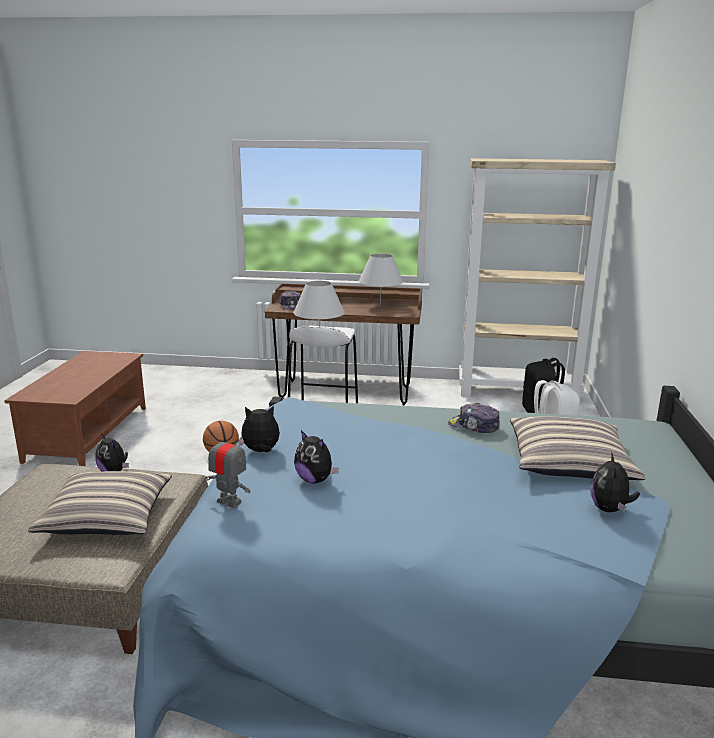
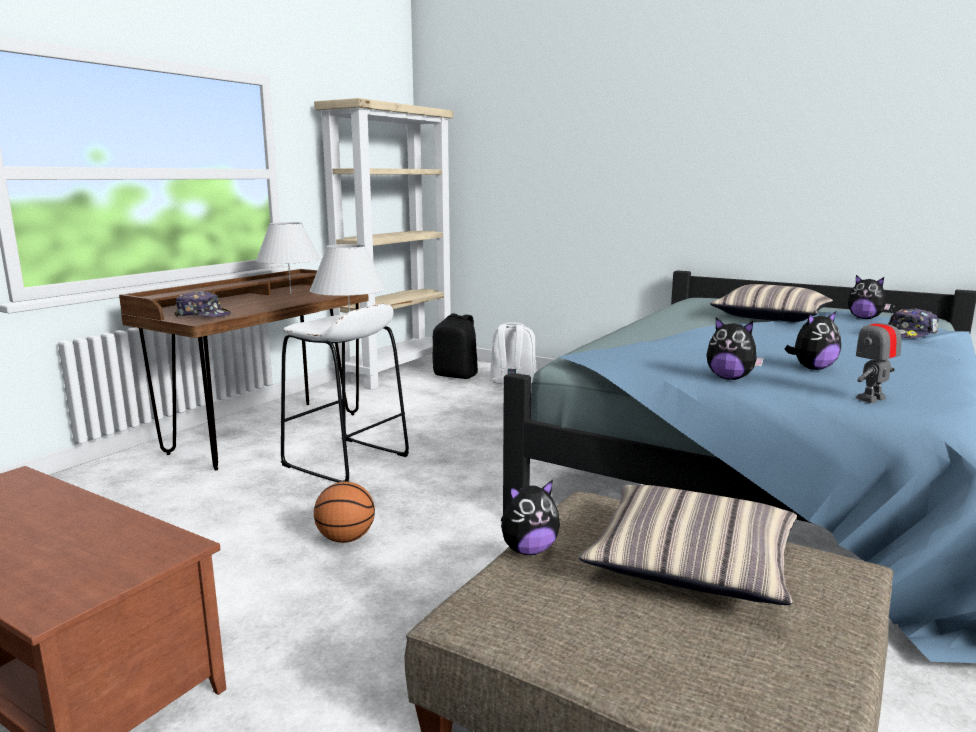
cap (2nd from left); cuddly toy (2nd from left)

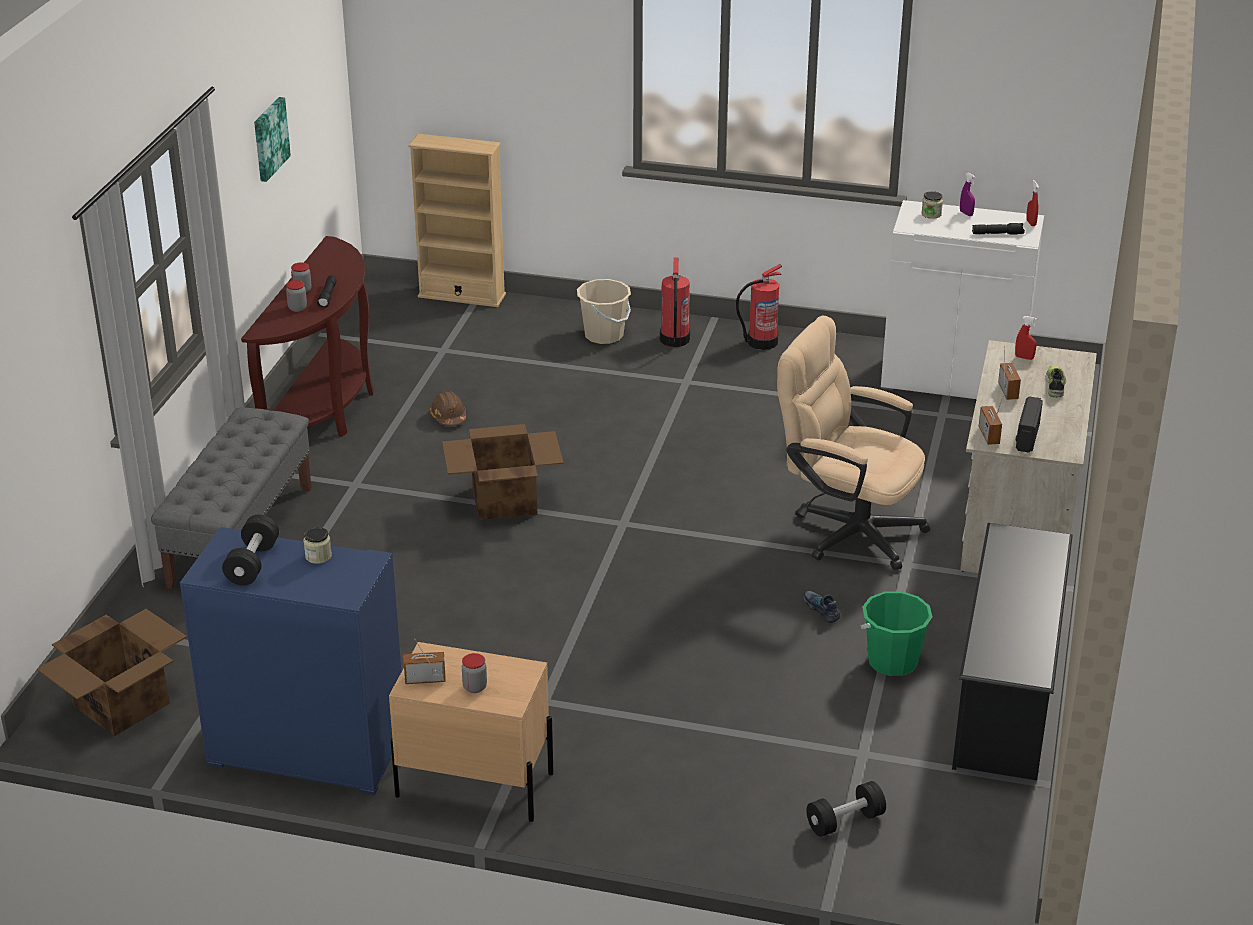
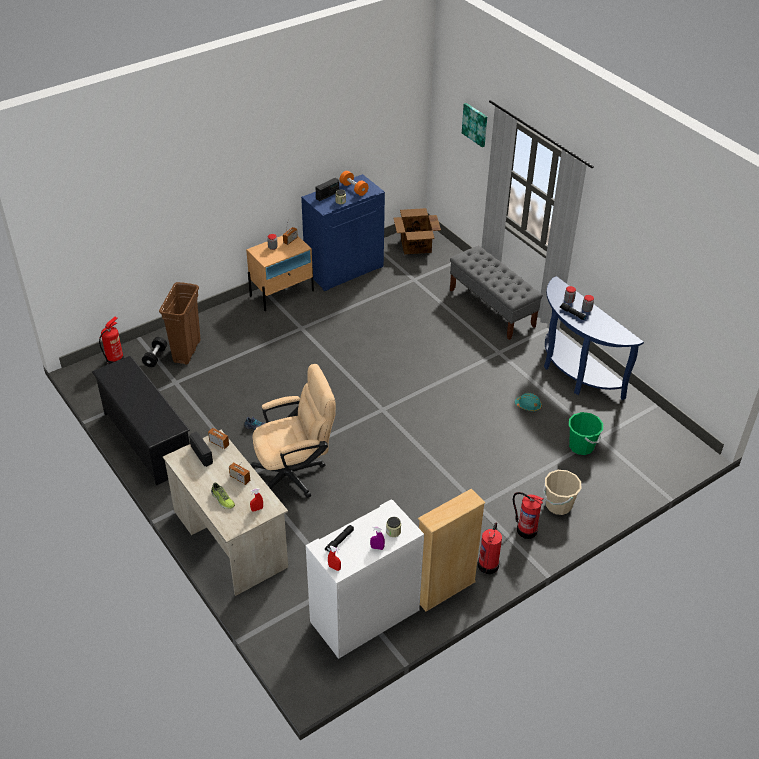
wall picture; beige shelving unit; blue-coloured narrow table; turquoise work helmet; packing box (2nd from left in the first image); orangey free weight; green-coloured pail; radio set (5th from left); brown-coloured waste bin; fire-fighting cylinder (1st from left)

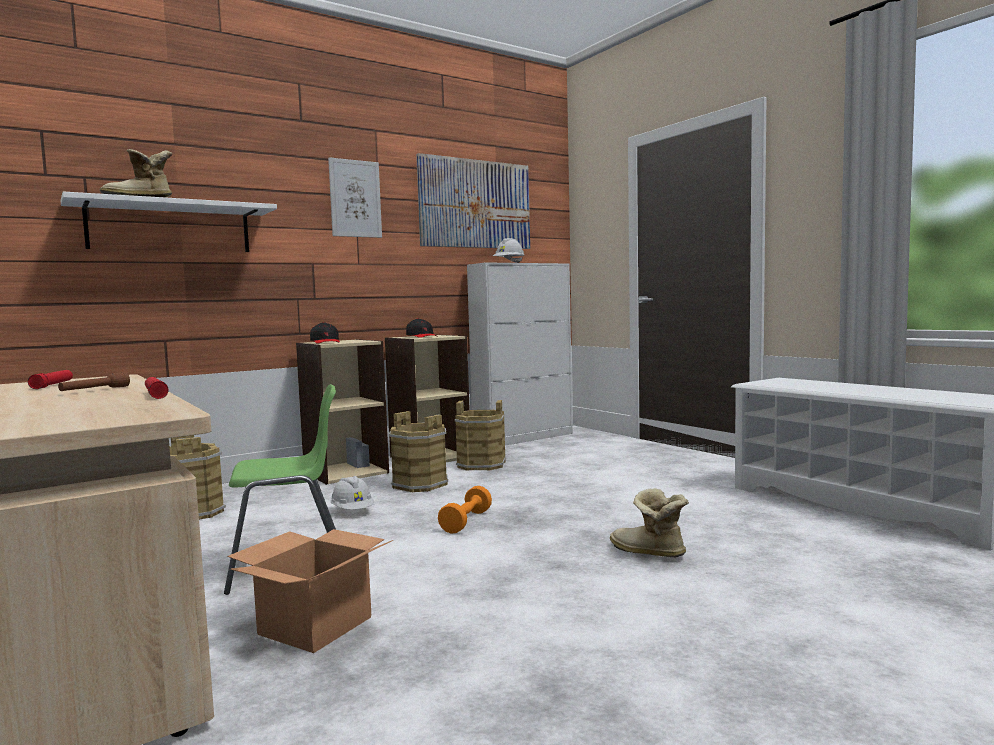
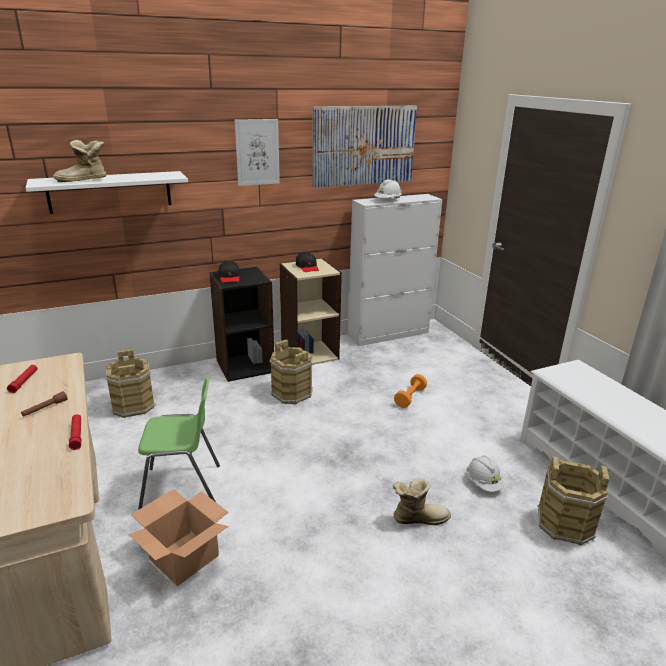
blackish shelving unit; brown-coloured pail (3rd from left); white work helmet (2nd from left); orangey free weight; boot (2nd from left)

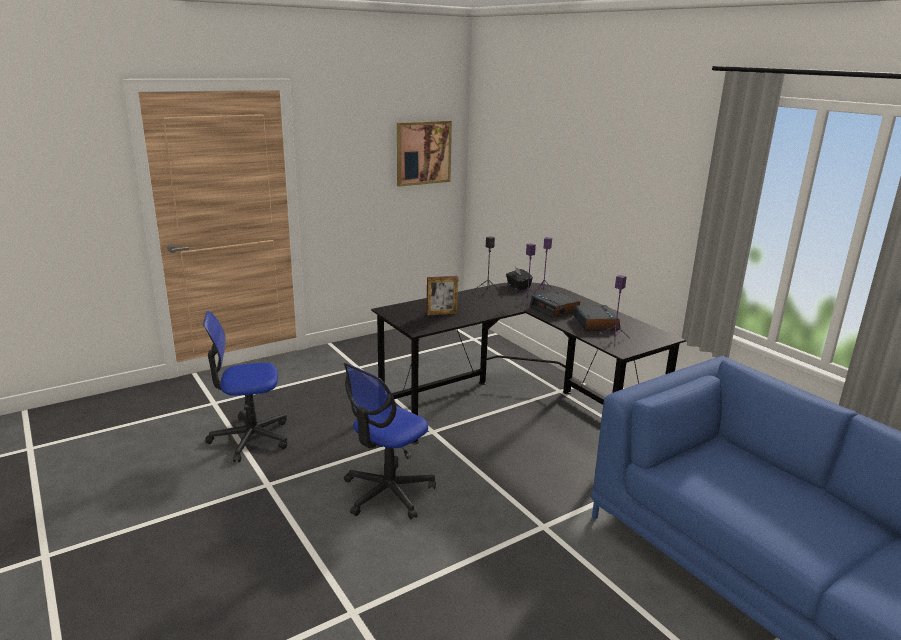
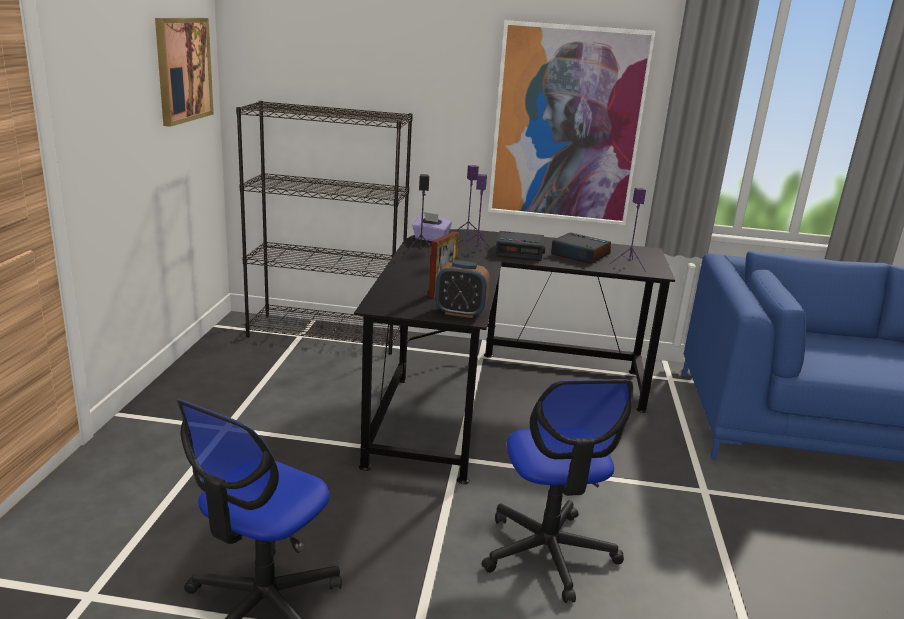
purple tissue box; wall picture (2nd from left); blackish shelving unit; alarm clock (1st from left)

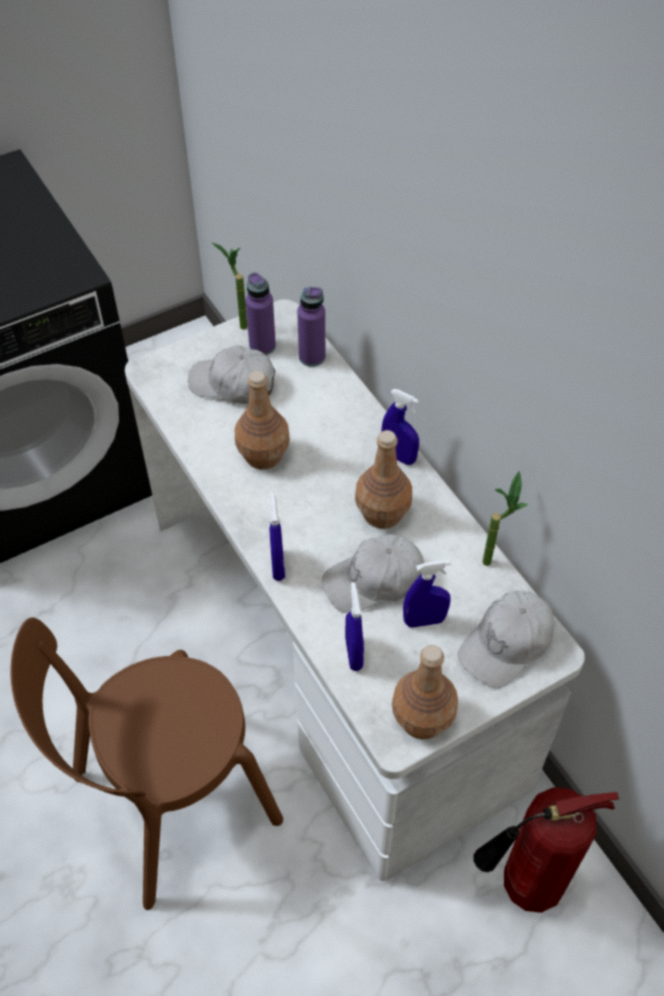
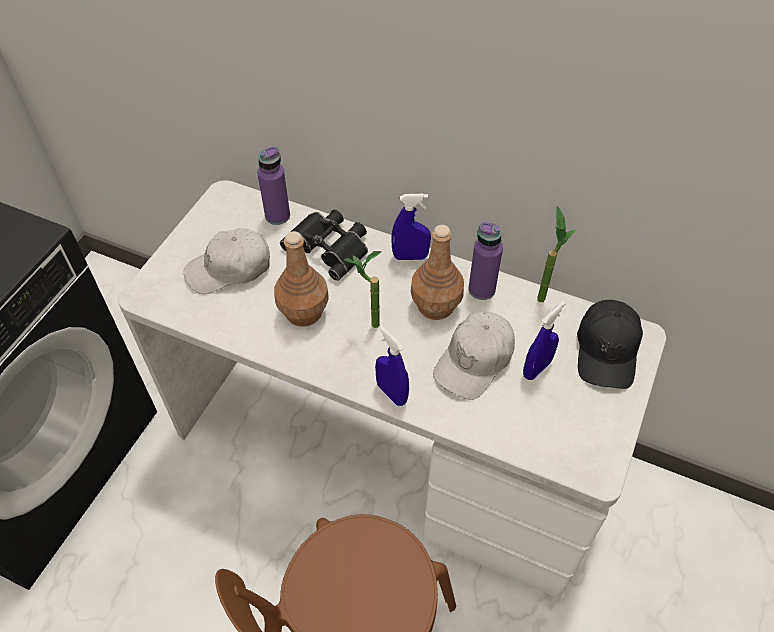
potted plant (1st from left); purple drink bottle (2nd from left); blue-coloured sprayer (2nd from left in the first image); blackish cap; brown-coloured drink bottle (3rd from left in the first image); fire-fighting cylinder; blackish pair of binoculars

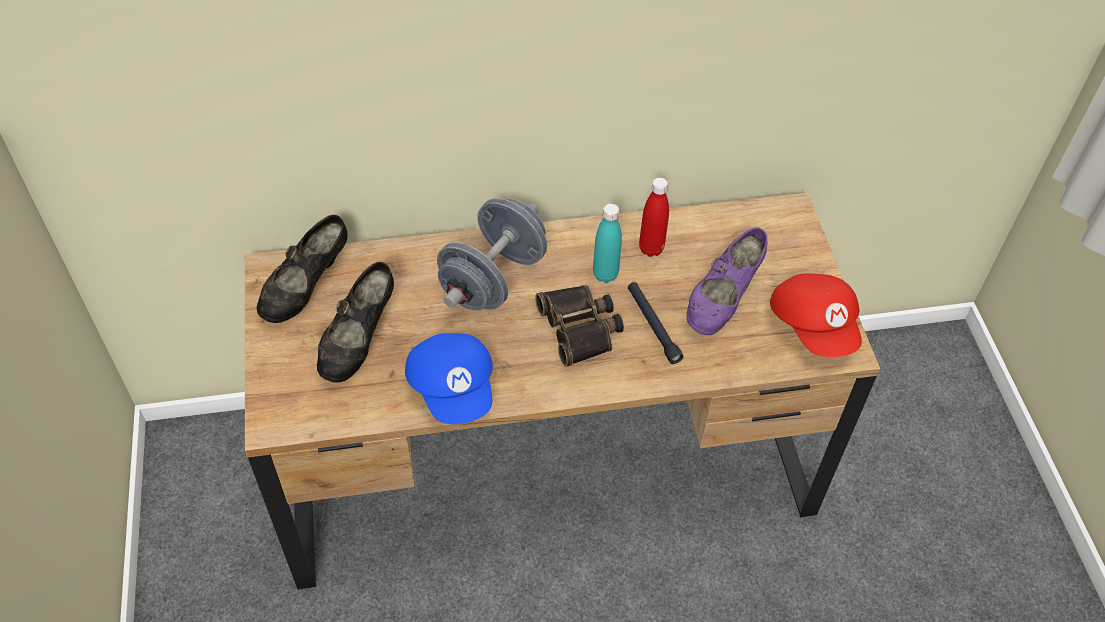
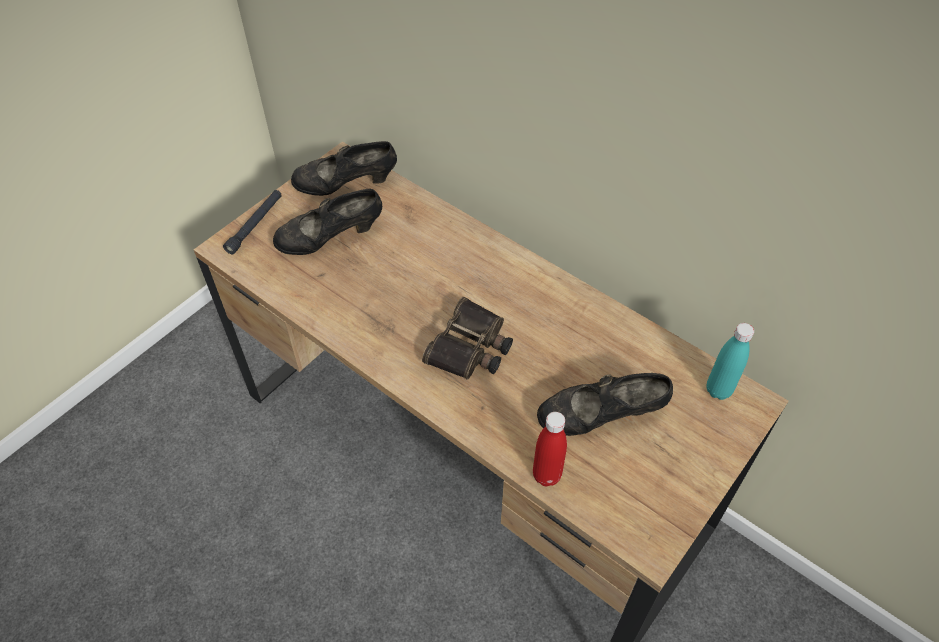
red-coloured drink bottle; gray free weight; turquoise drink bottle; blackish shoe (3rd from left); red-coloured cap; blackish flashlight; blue-coloured cap

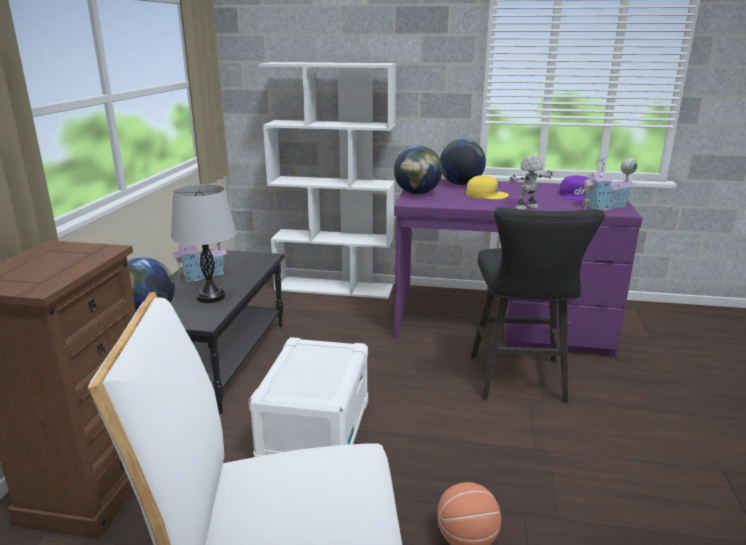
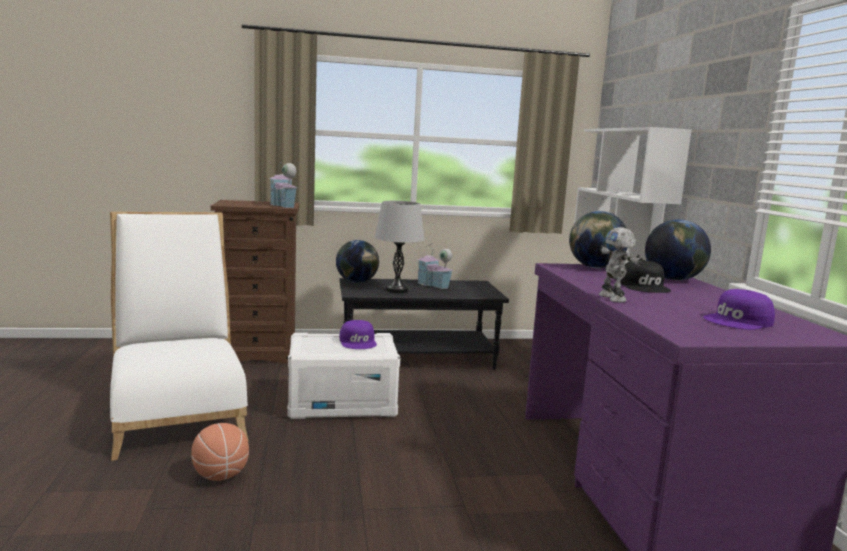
robot figure; miniature house (1st from left); blackish cap; blackish stool; purple cap (1st from left)

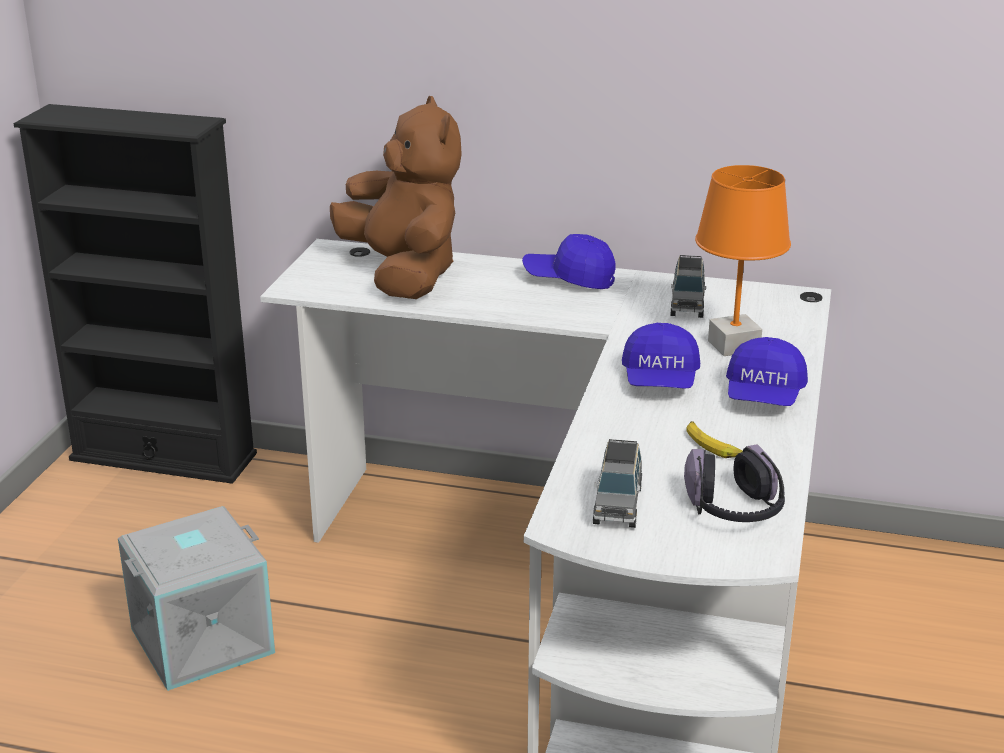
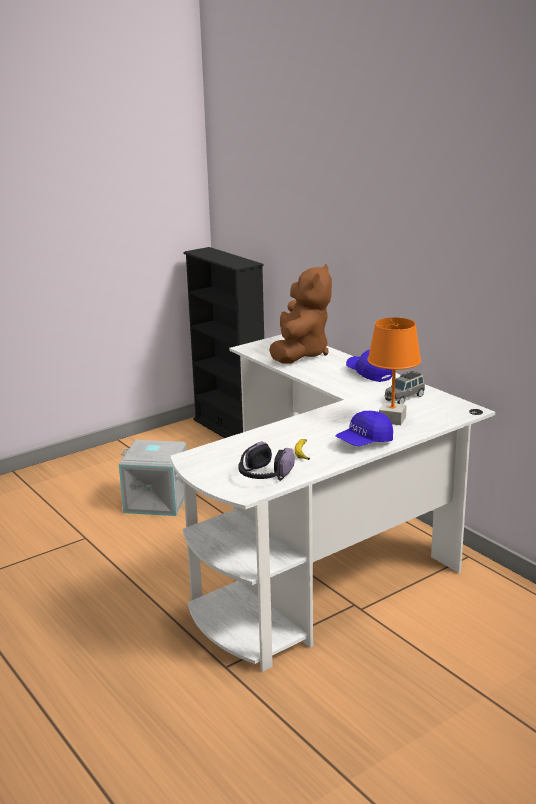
blue-coloured cap (2nd from left in the first image); gray miniature car (1st from left in the first image)

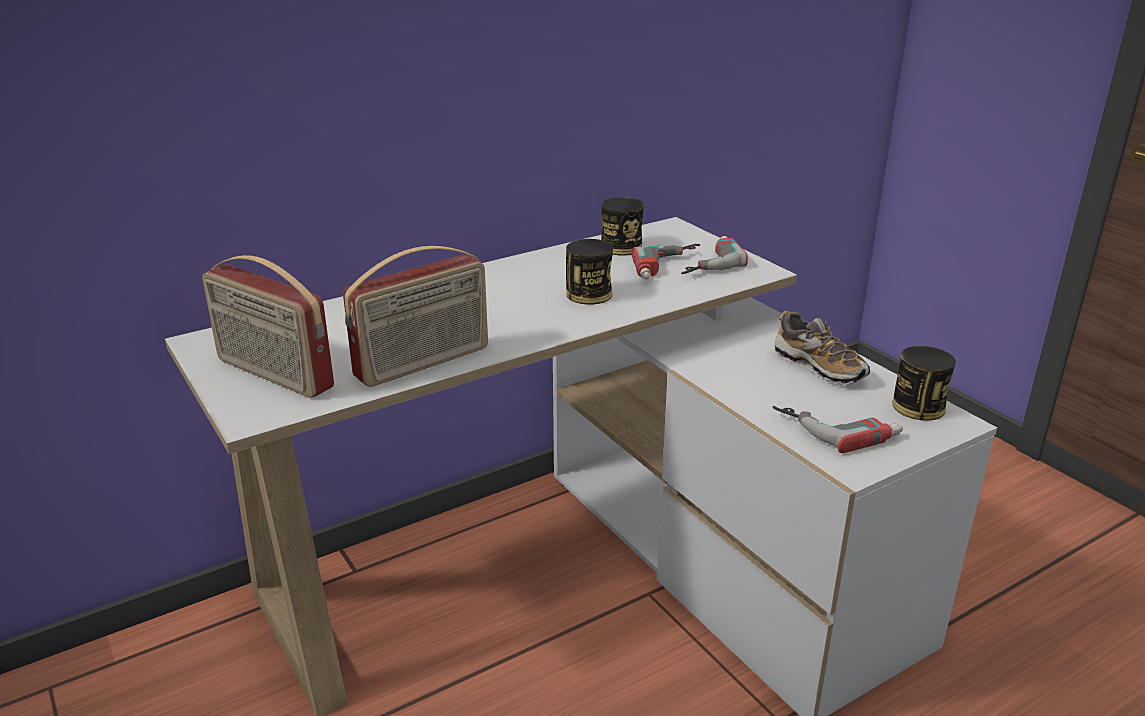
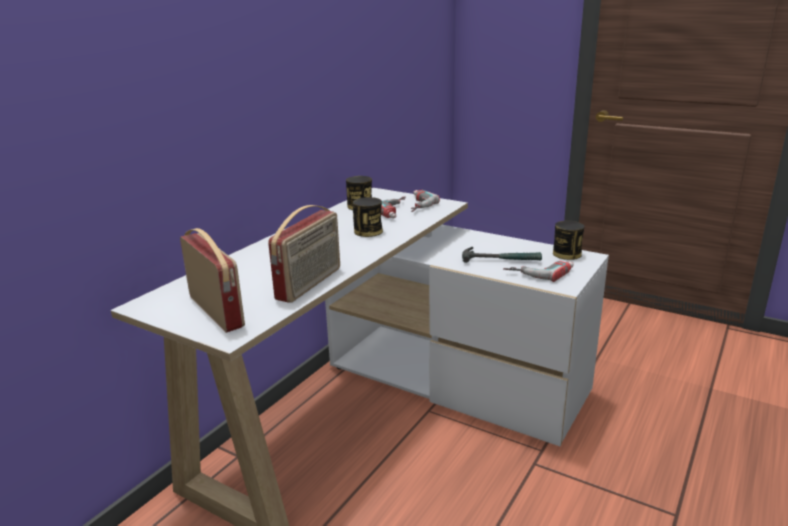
radio set (1st from left); shoe; hammer

